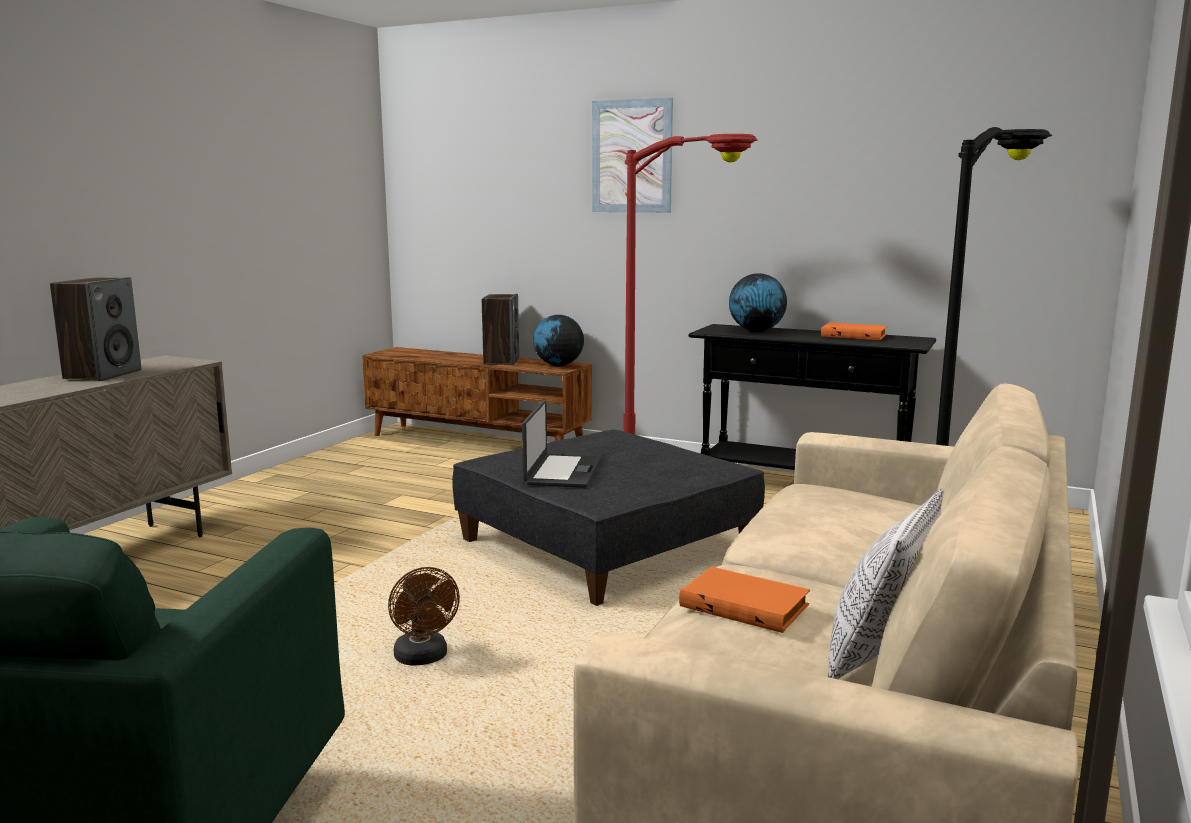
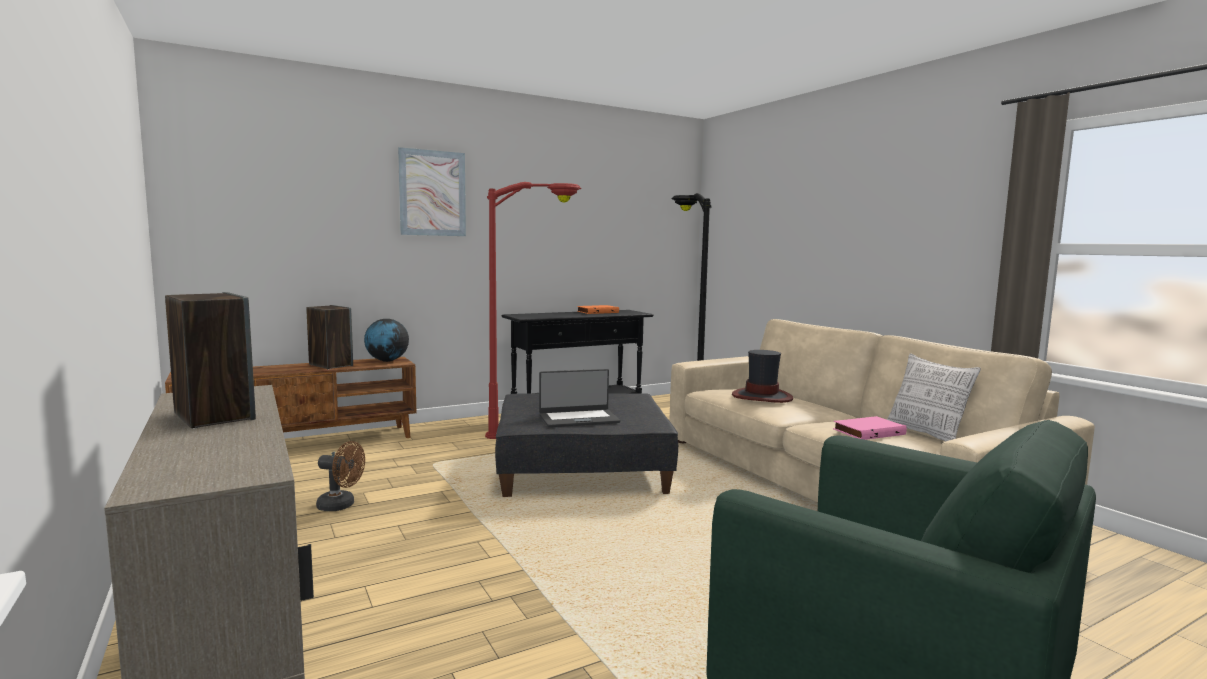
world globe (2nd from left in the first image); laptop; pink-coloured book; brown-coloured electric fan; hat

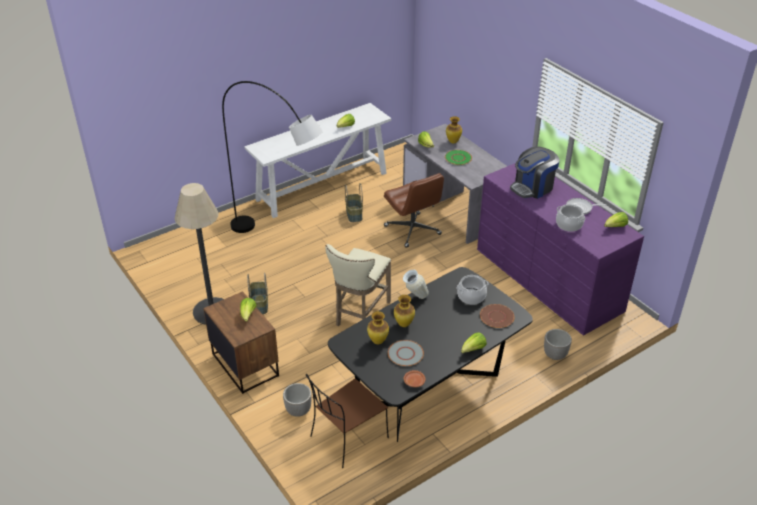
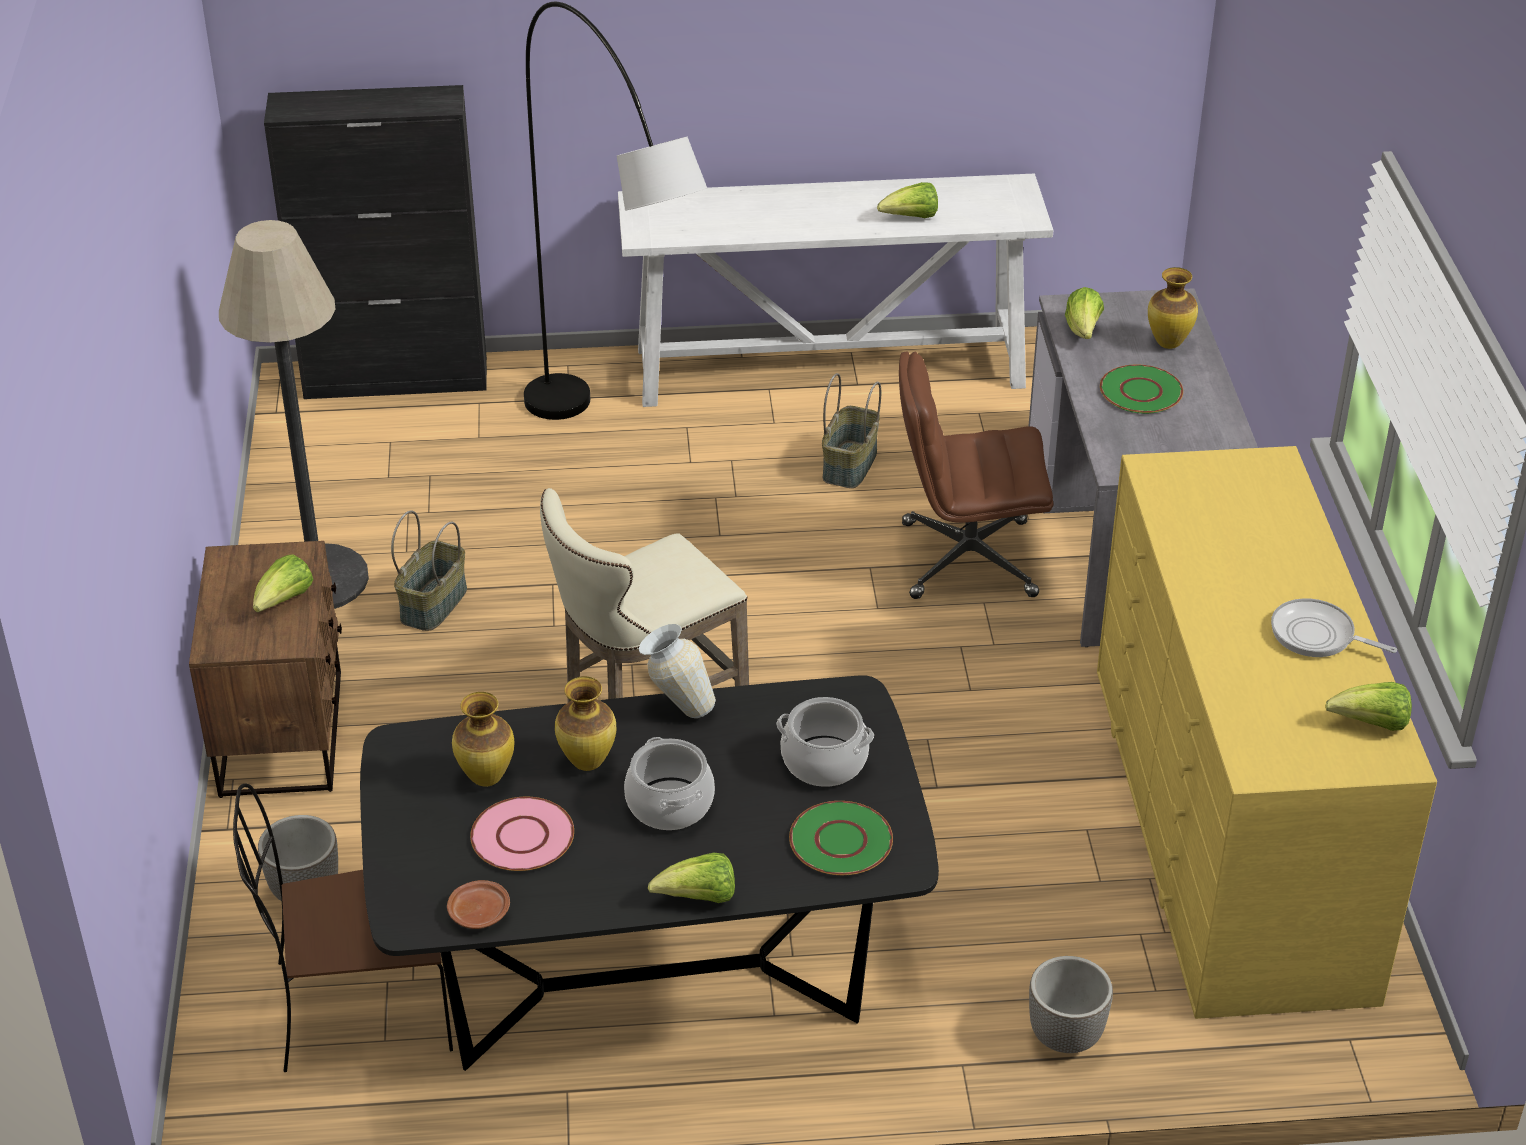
coffee machine; yellow drawer chest; brown-coloured computer chair; stockpot (1st from left); green-coloured plate (1st from left); pink-coloured plate; blackish cupboard

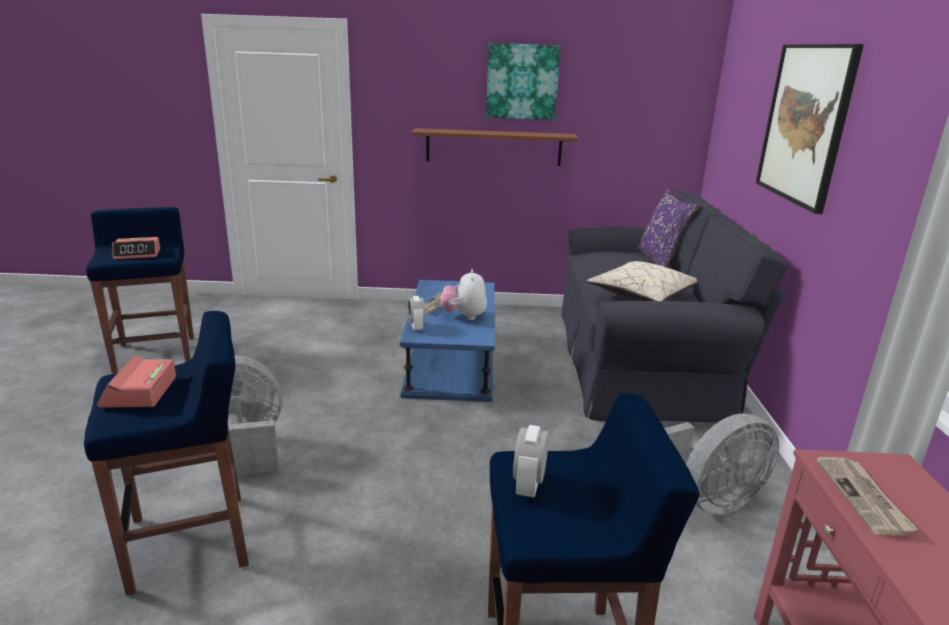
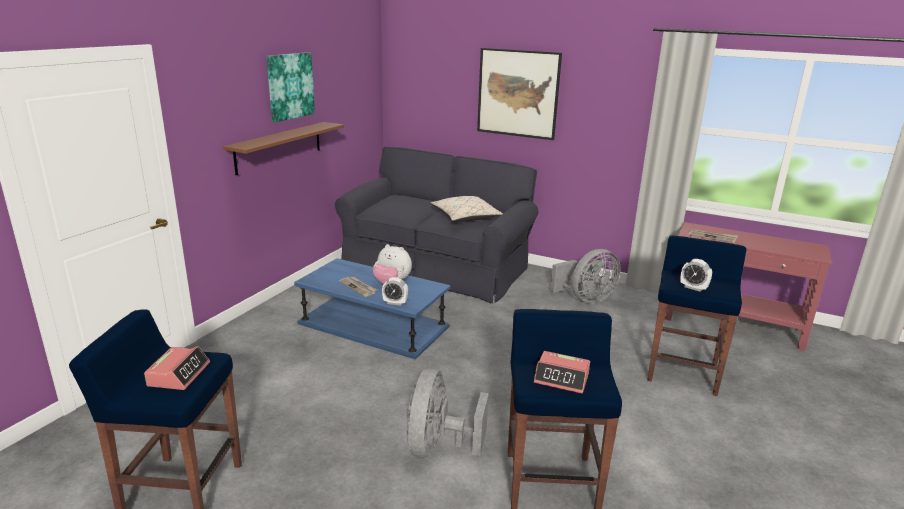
purple cushion; gray electric fan (2nd from left)

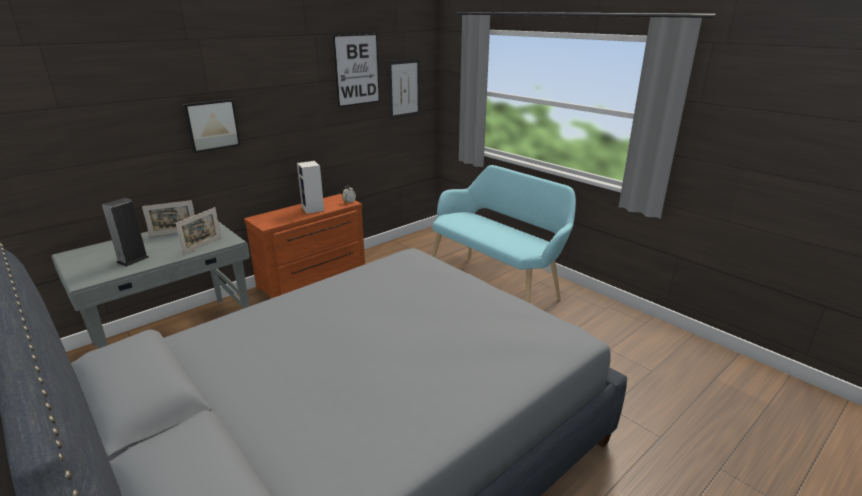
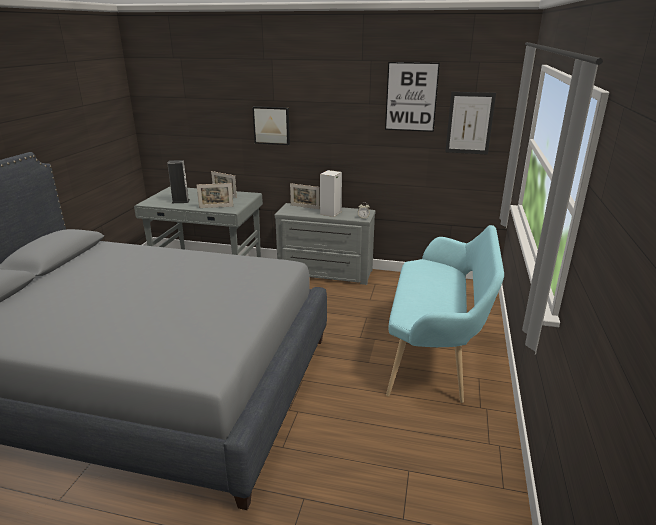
gray drawer chest; picture frame (3rd from left)

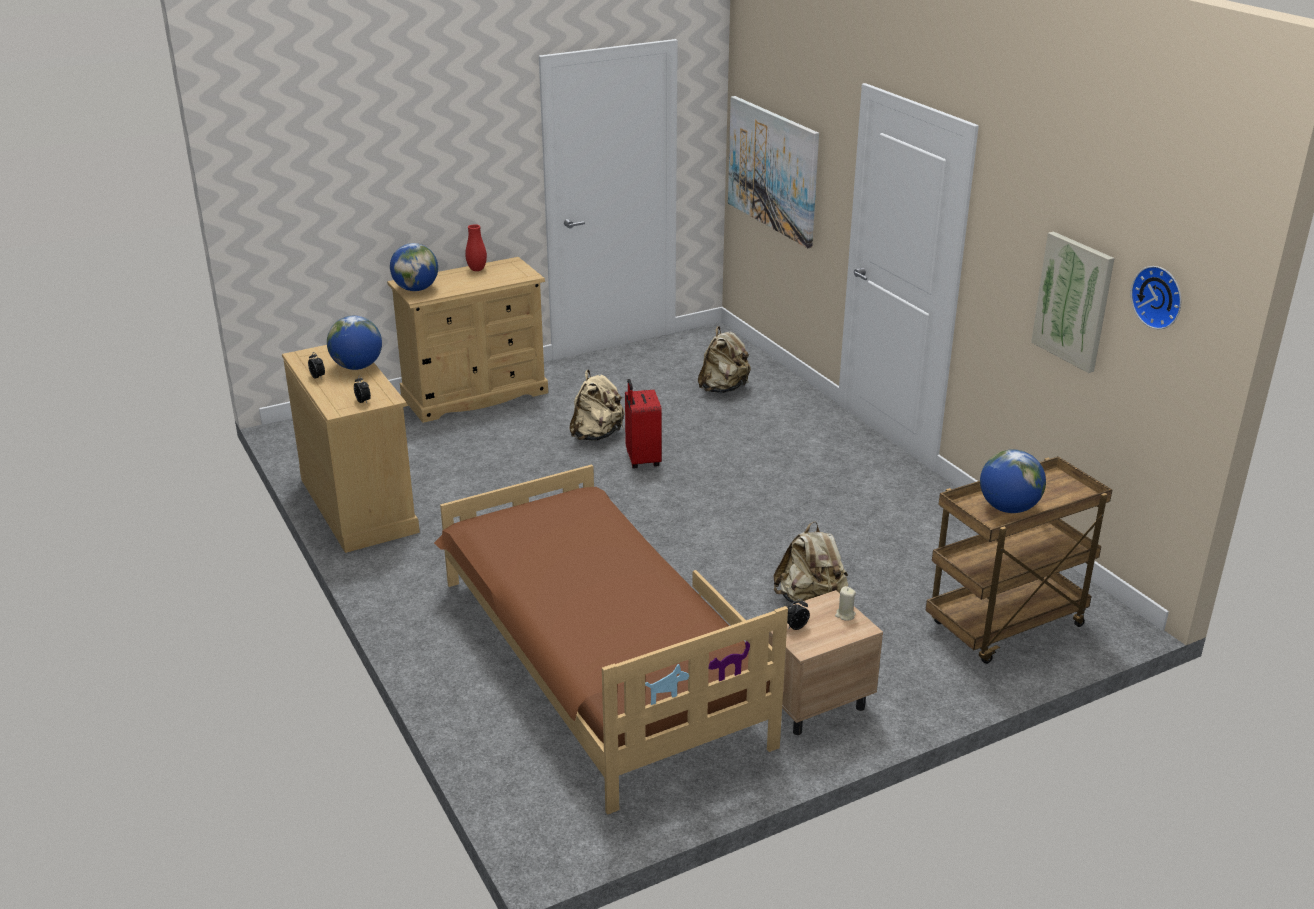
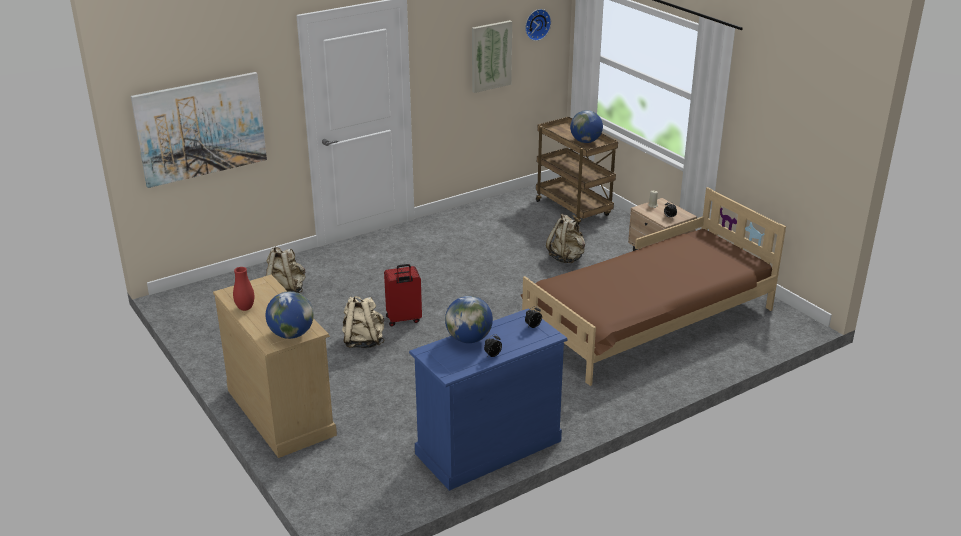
blue-coloured drawer chest

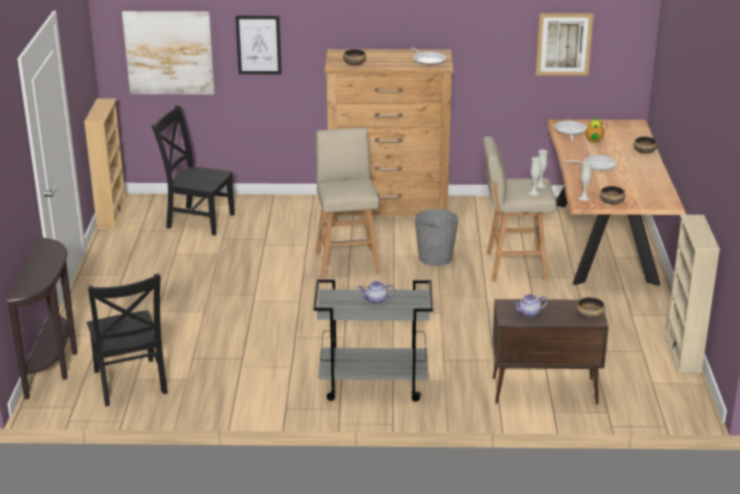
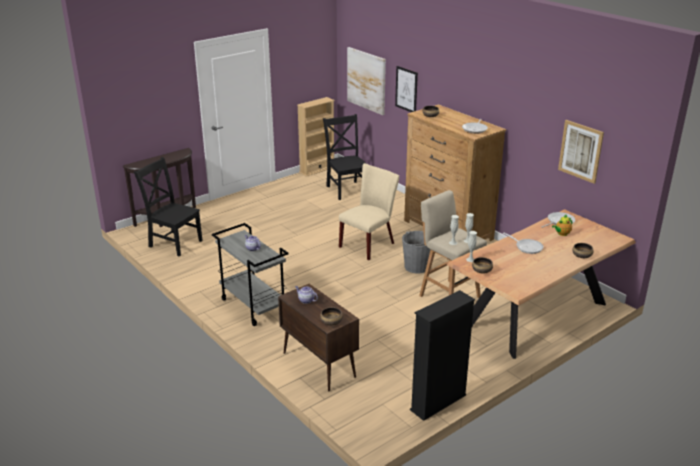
beige plain chair; blackish shelving unit; blackish plain chair (1st from left)

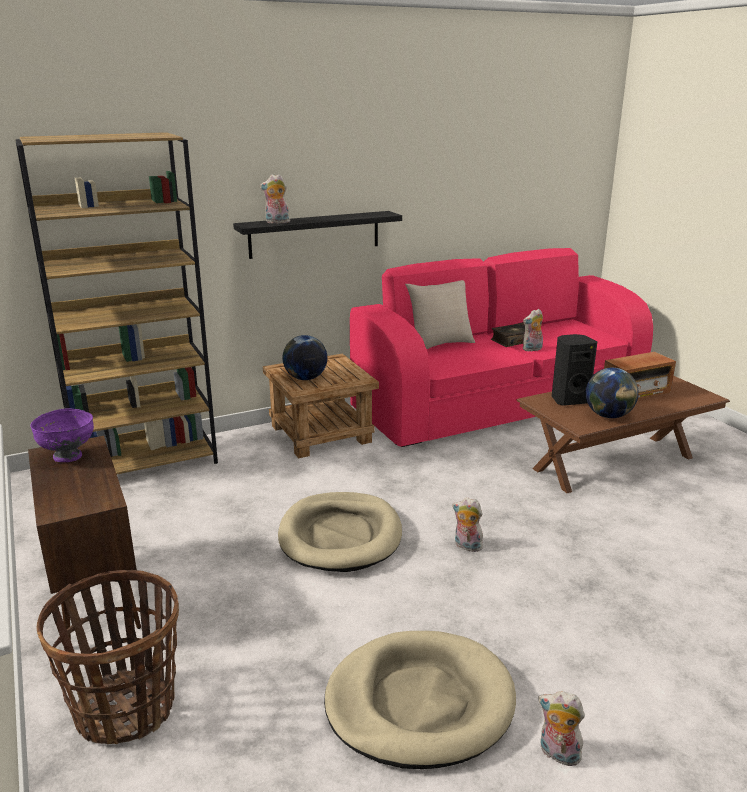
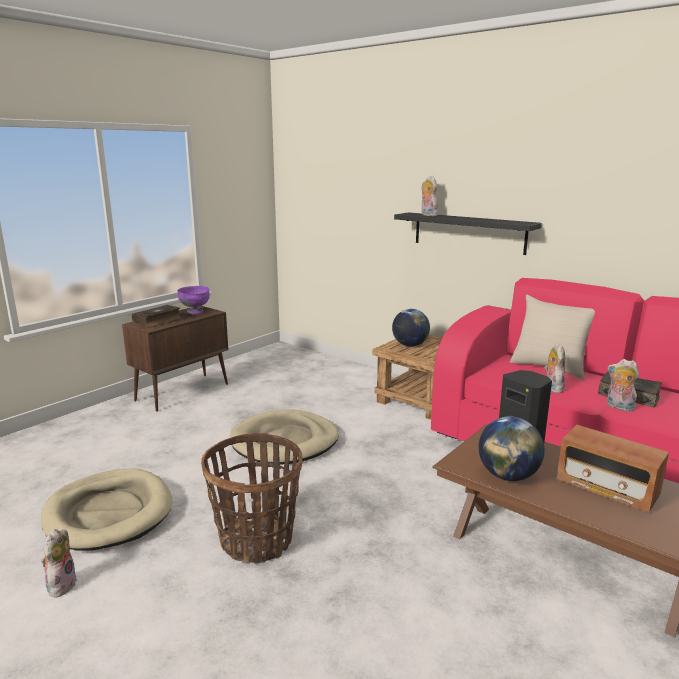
brown-coloured shelving unit; cuddly toy (3rd from left); storage basket; book (1st from left)

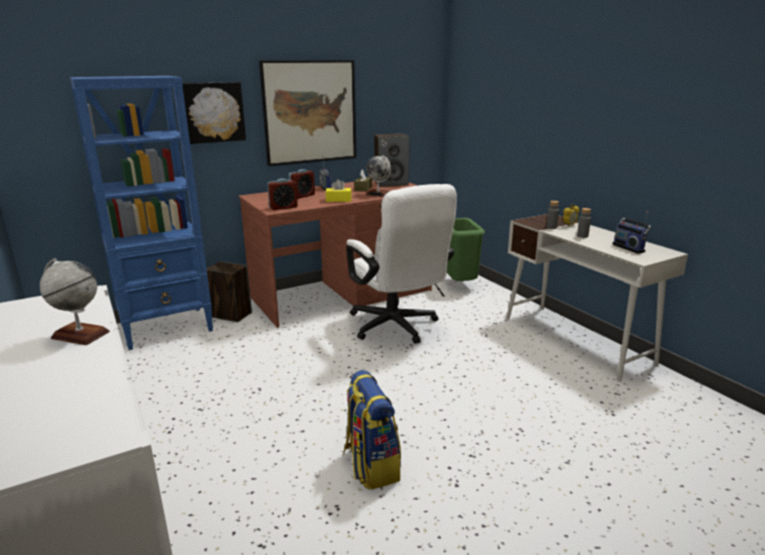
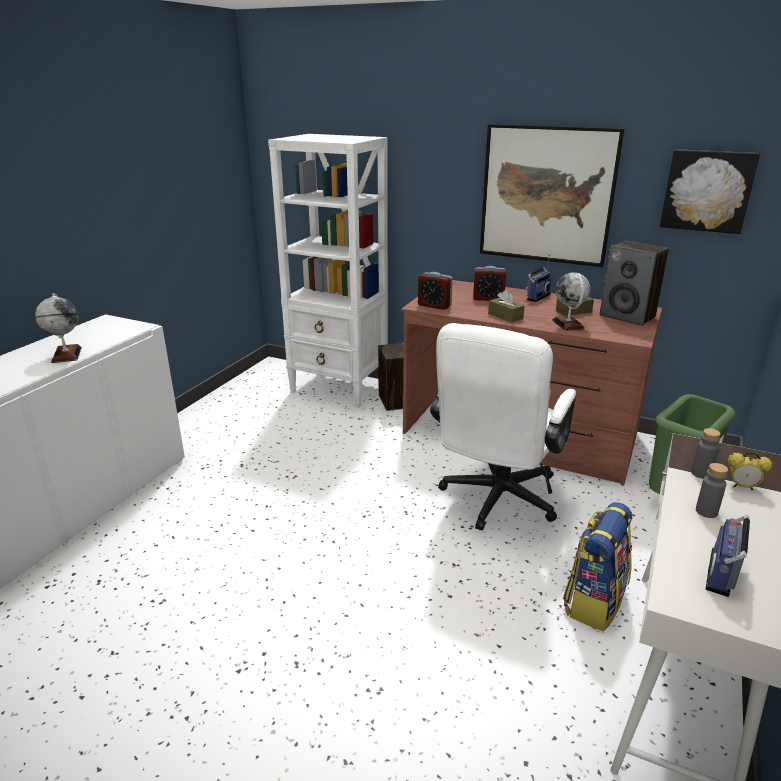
white shelving unit; wall picture (2nd from left); brown-coloured tissue box (1st from left); knapsack

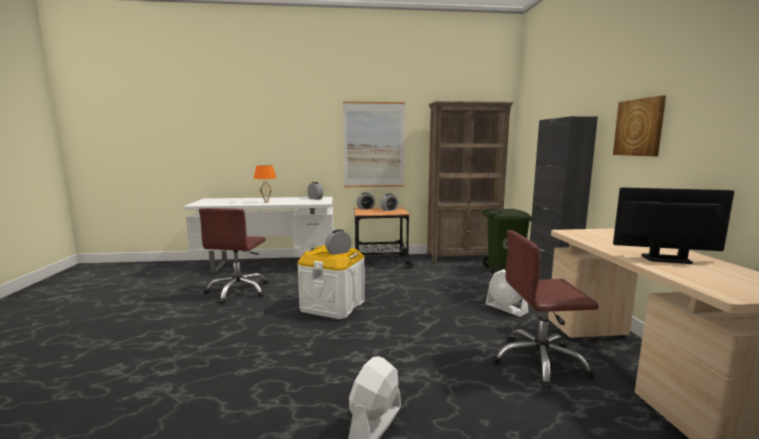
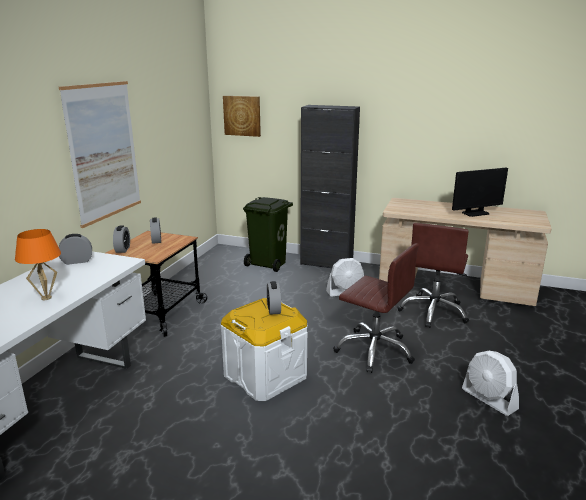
wall picture (2nd from left); brown-coloured shelving unit; computer screen; brown-coloured computer chair (1st from left)

